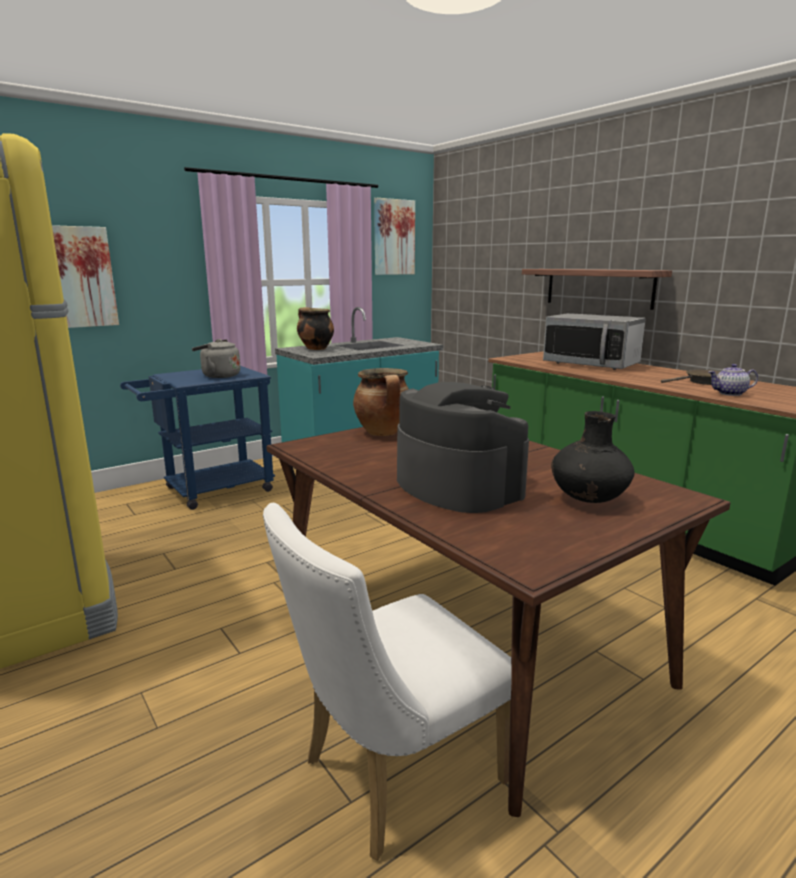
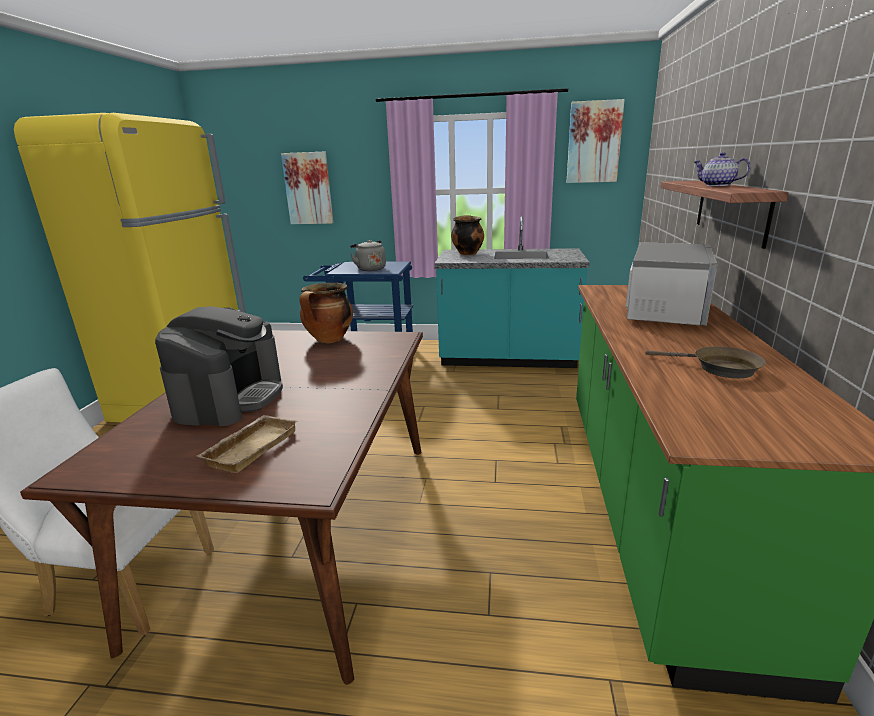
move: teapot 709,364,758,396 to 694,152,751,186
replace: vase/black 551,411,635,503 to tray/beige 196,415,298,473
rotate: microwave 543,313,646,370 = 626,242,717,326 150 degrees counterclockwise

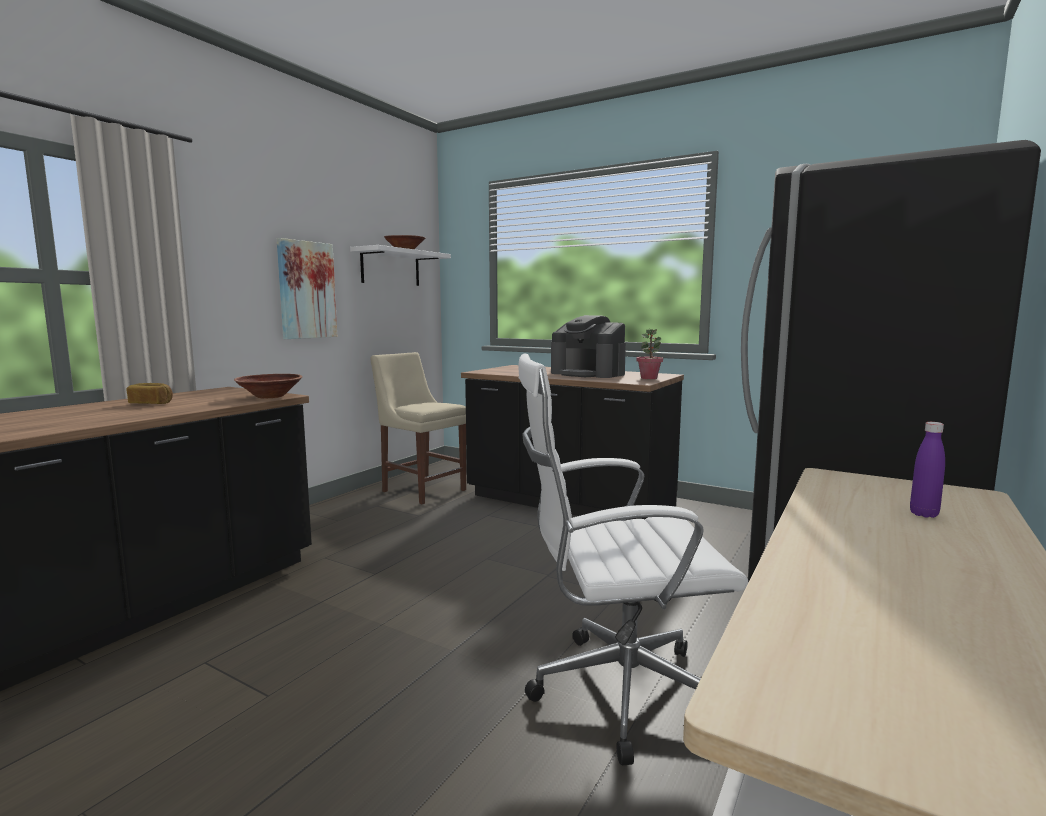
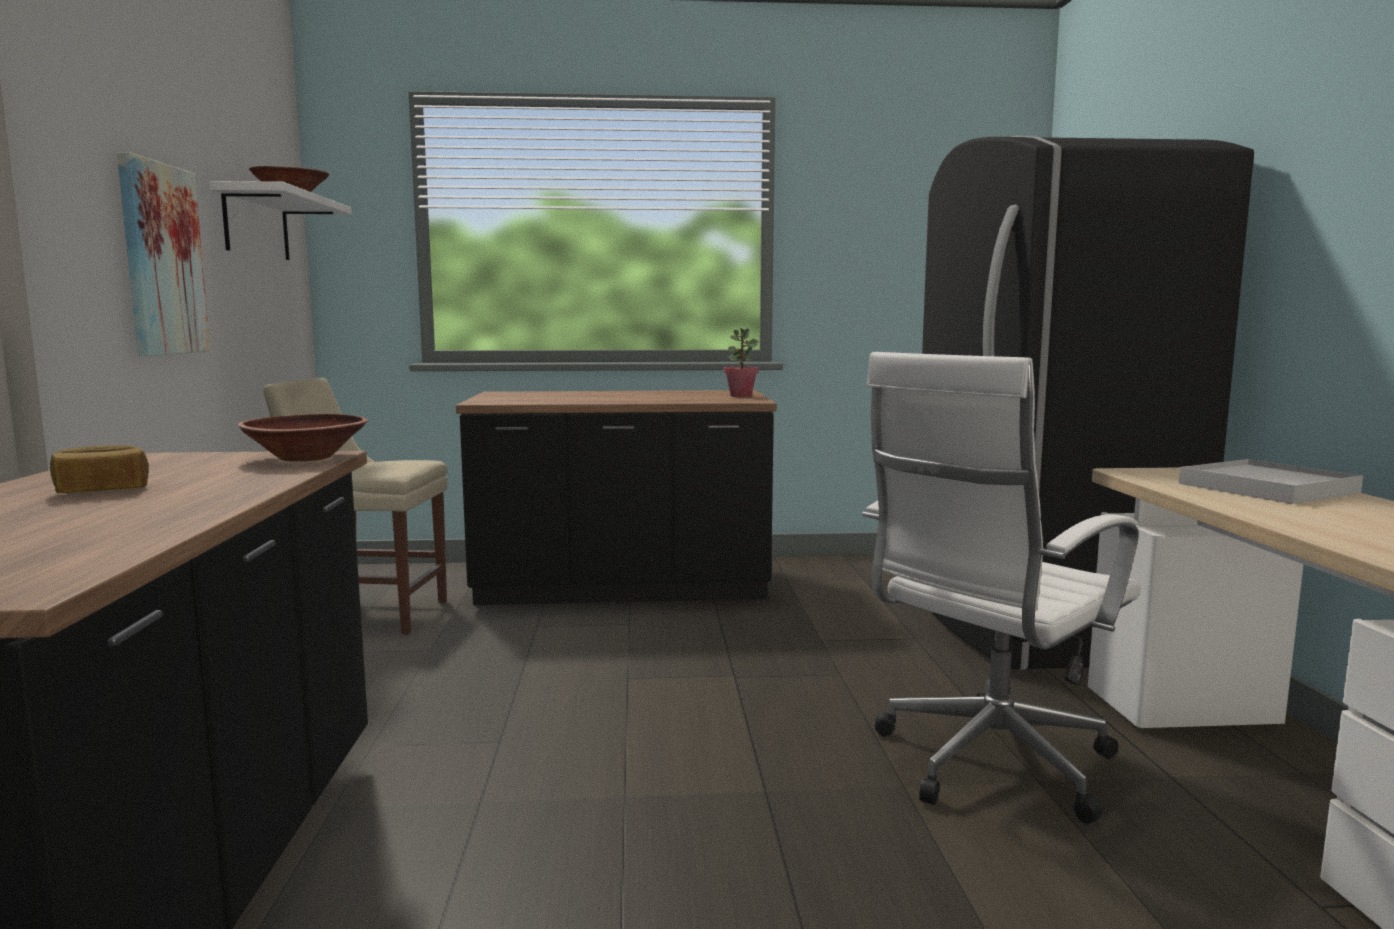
delete: coffee machine 551,315,626,378
replace: bottle/purple 910,422,945,518 to tray/white 1179,459,1363,504

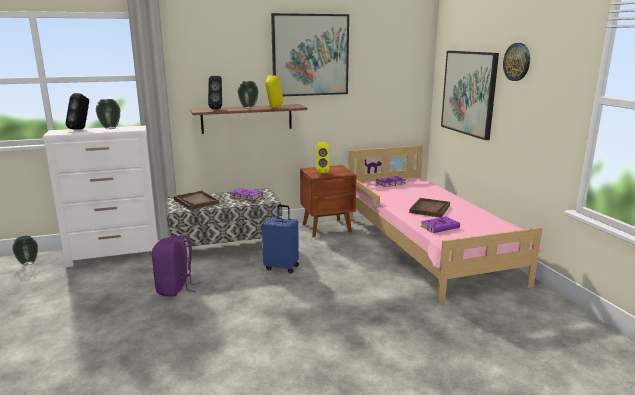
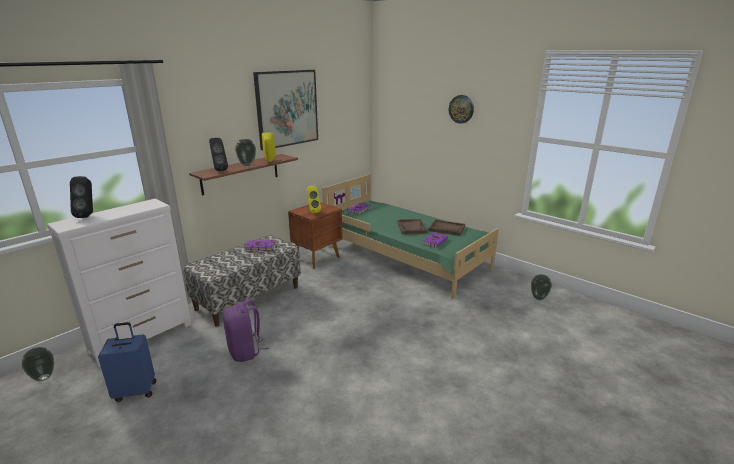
delete: picture 441,51,499,140
move: vase 96,99,120,129 to 531,274,552,300; tray/brown 174,191,219,210 to 428,220,465,236; suitcase/blue 262,205,299,274 to 98,322,156,402
recolor: bed/pink 348,145,543,304 to bed/green 322,174,499,299

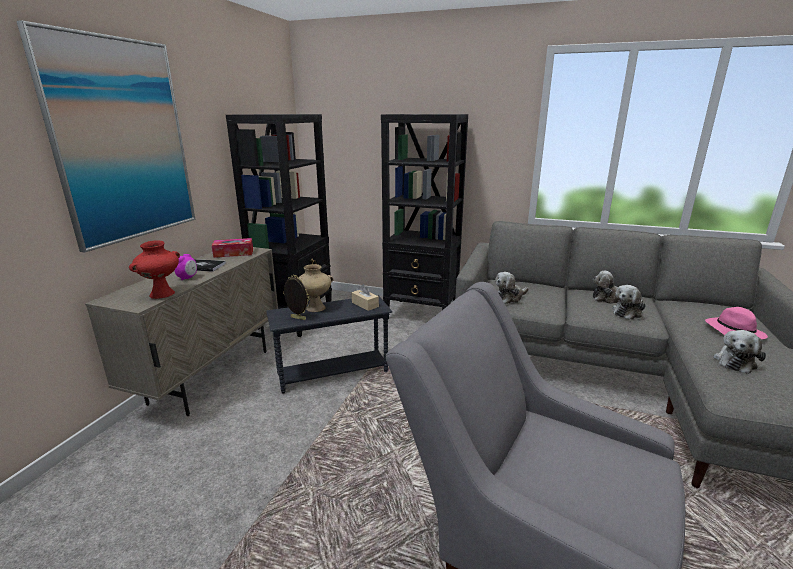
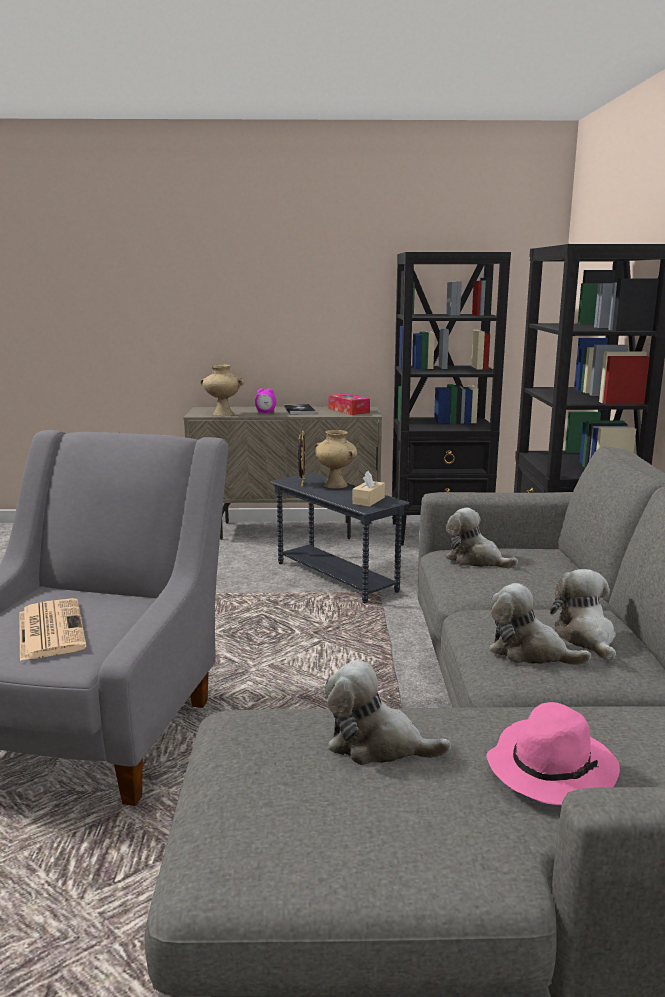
delete: picture 17,20,195,252
insert: newspaper 19,598,87,661
recolor: vase/red 129,240,180,299 to vase/beige 200,364,244,416

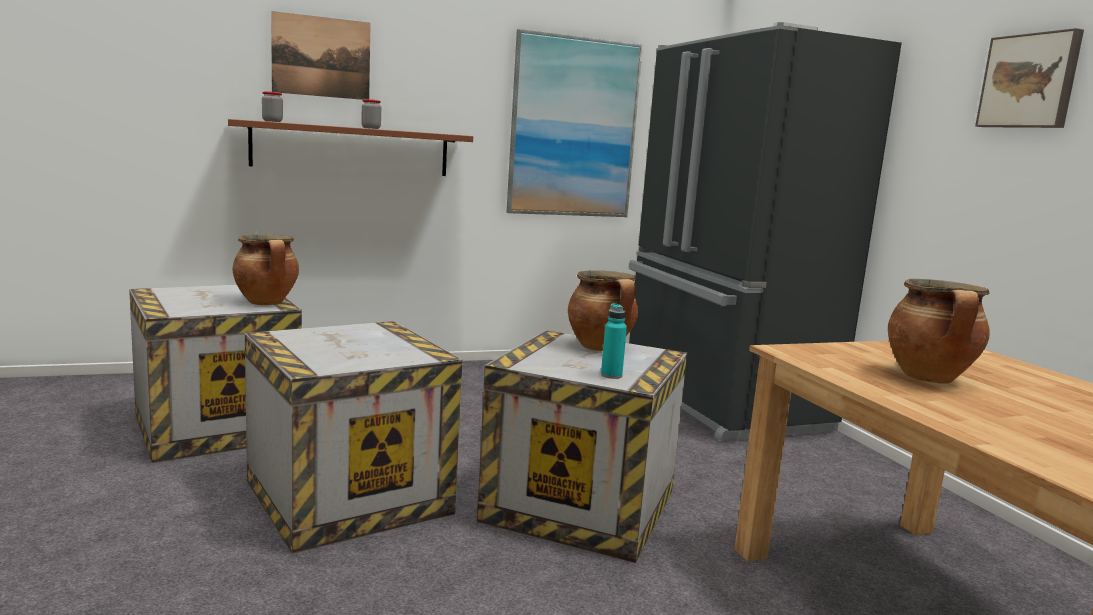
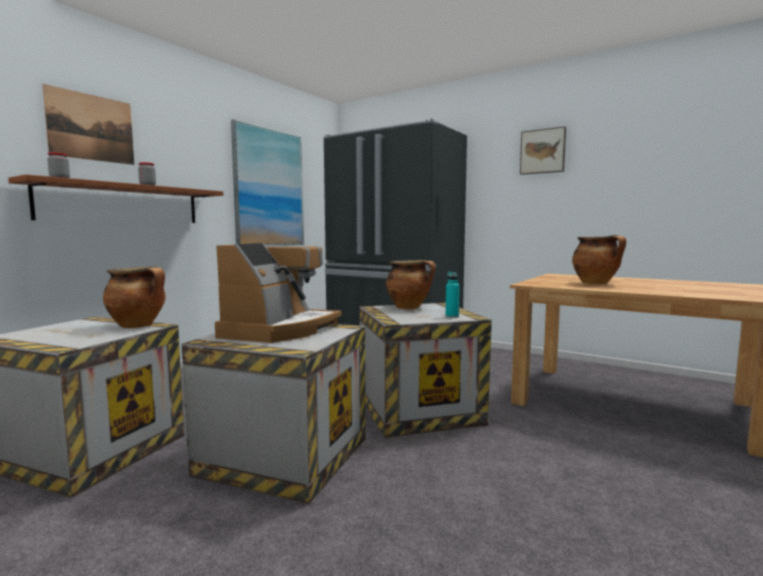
insert: coffee machine 215,243,342,343

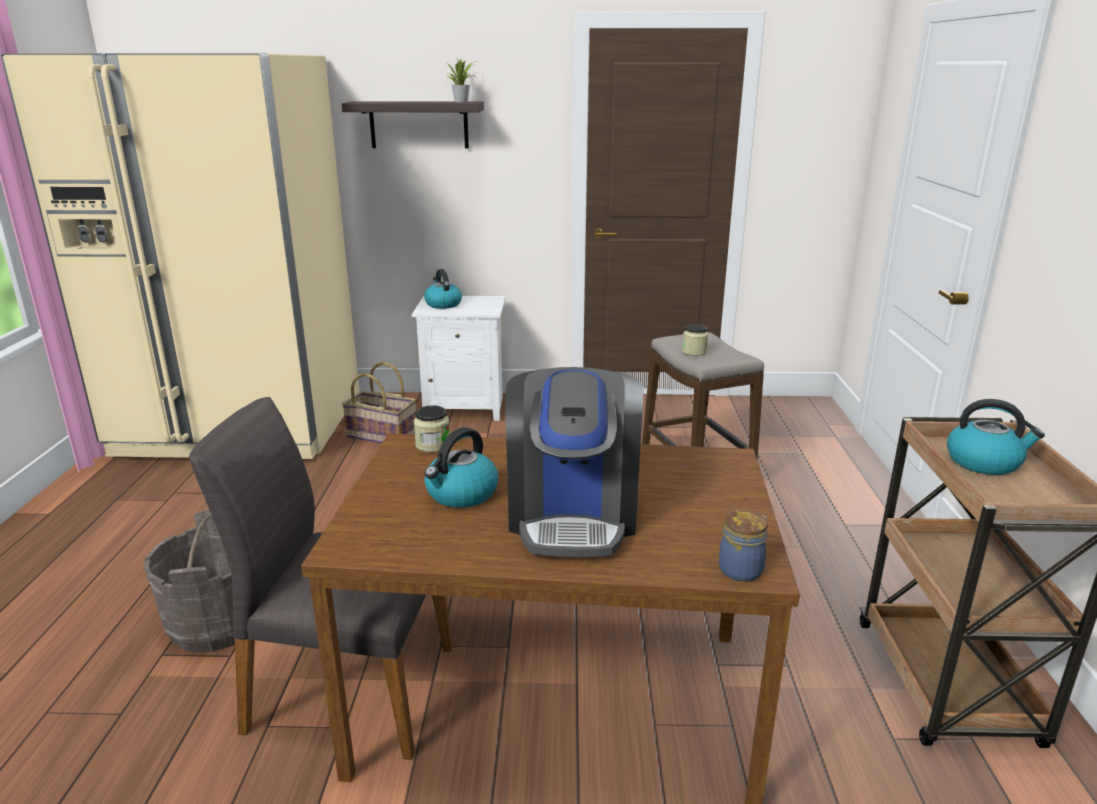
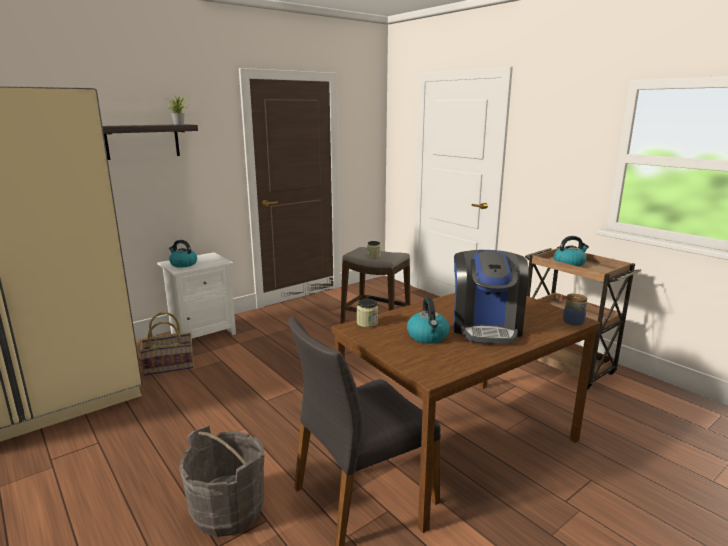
rotate: coffee machine 505,367,643,557 = 454,250,529,344 45 degrees clockwise

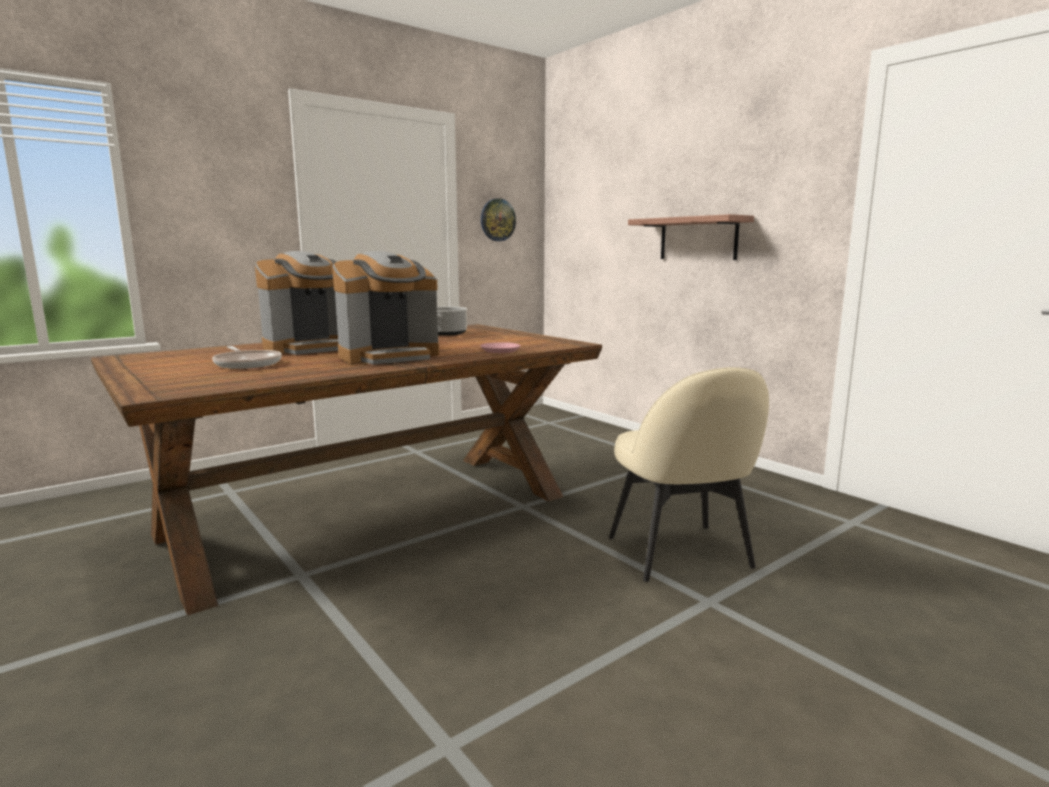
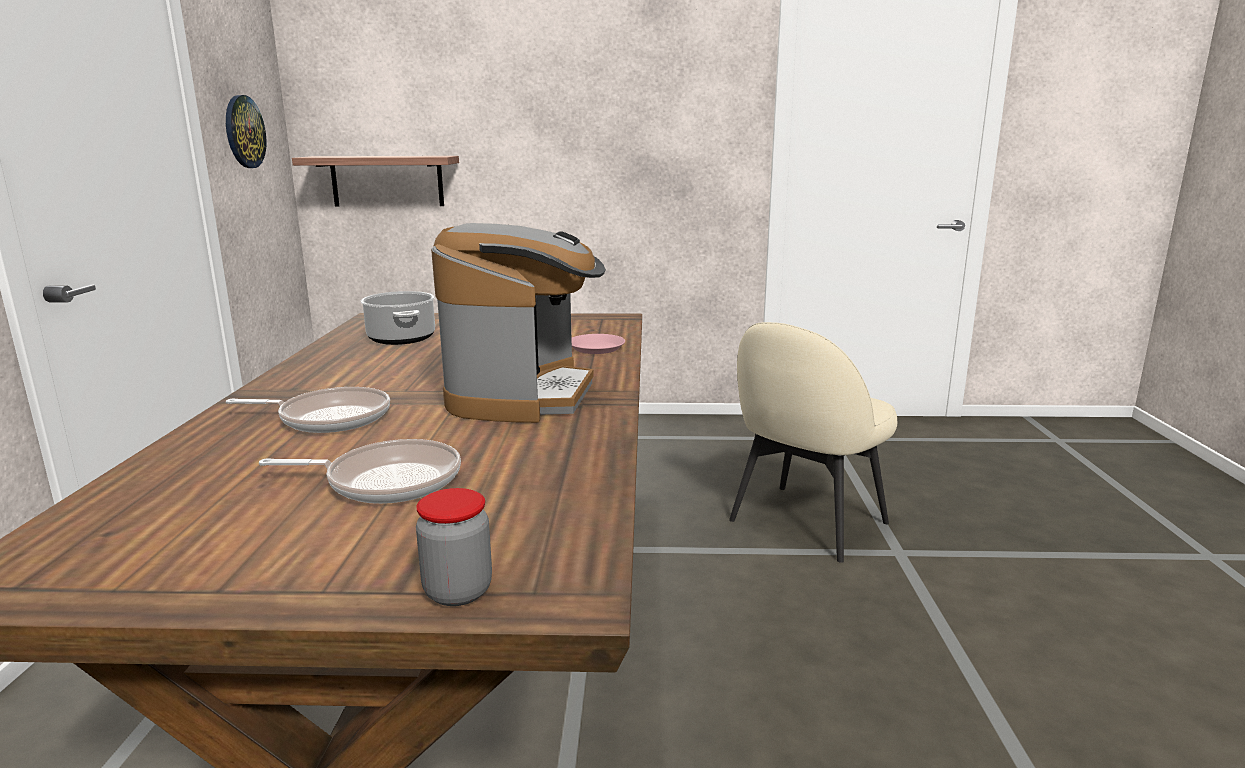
insert: jar 416,488,492,606
move: shelf 628,214,754,260 to 292,156,459,206
replace: coffee machine 255,251,338,355 to frying pan 226,387,390,433
rotate: chair/beige 609,367,769,582 = 729,322,897,563 105 degrees clockwise

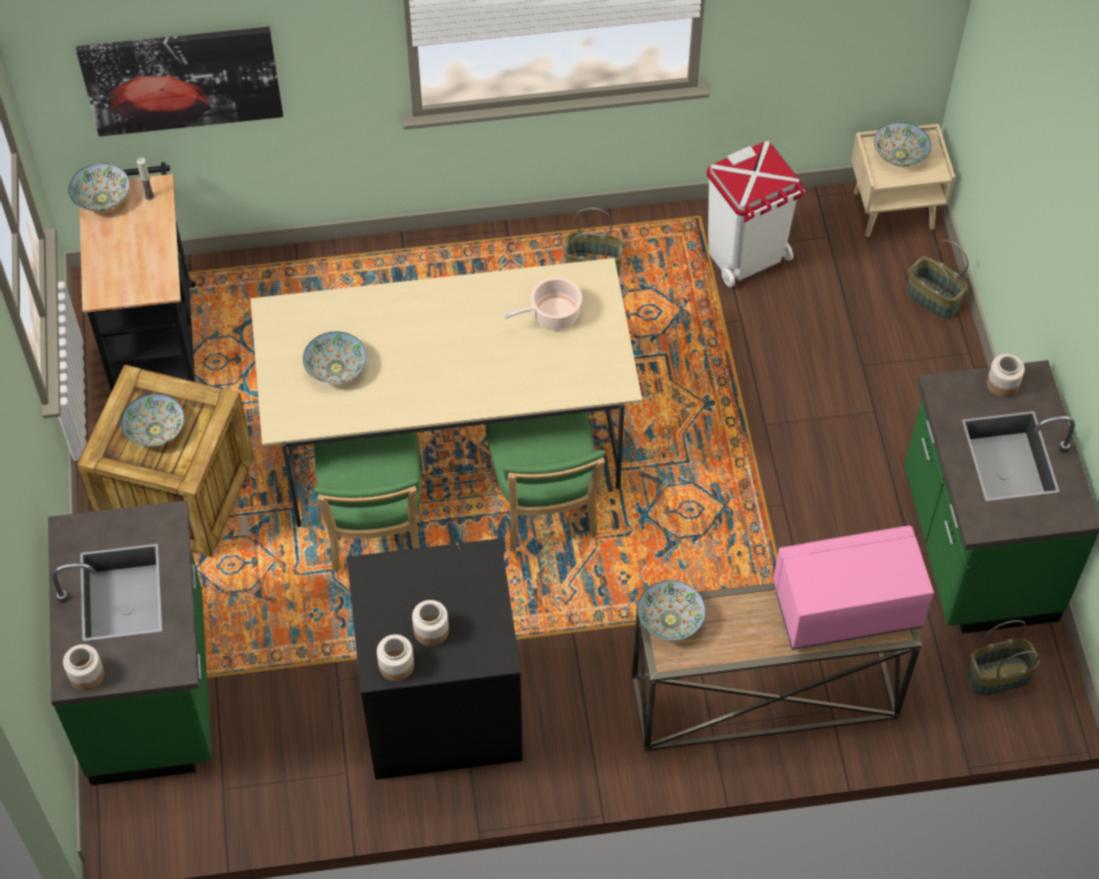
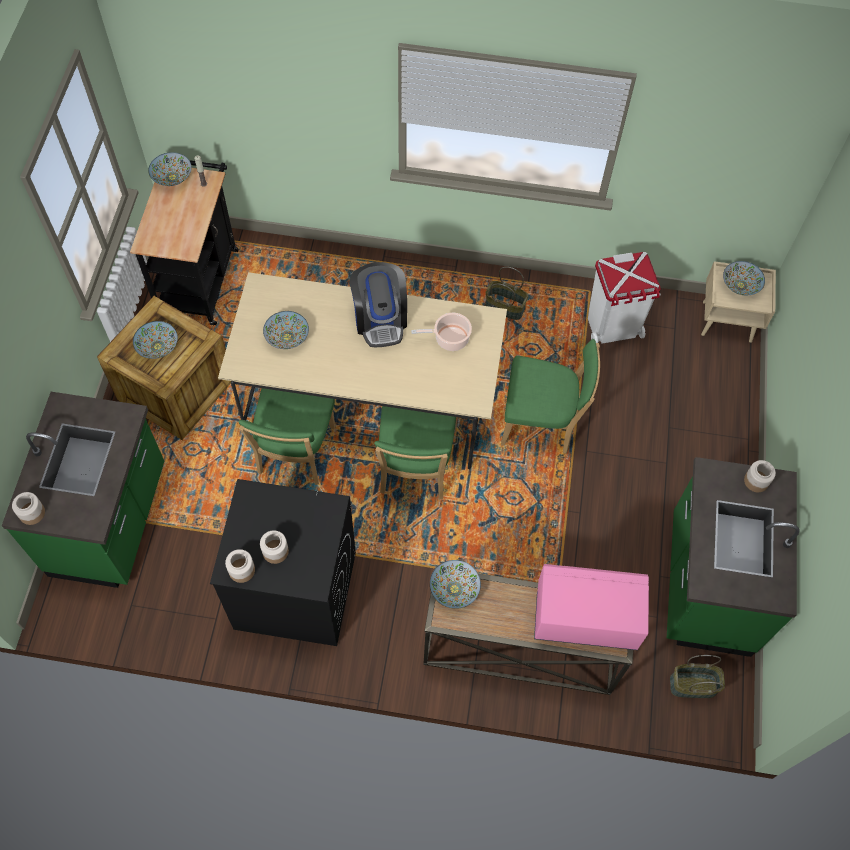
delete: picture 76,27,283,137; basket 906,240,969,319
insert: coffee machine 350,262,407,347; chair/green 501,339,600,454

